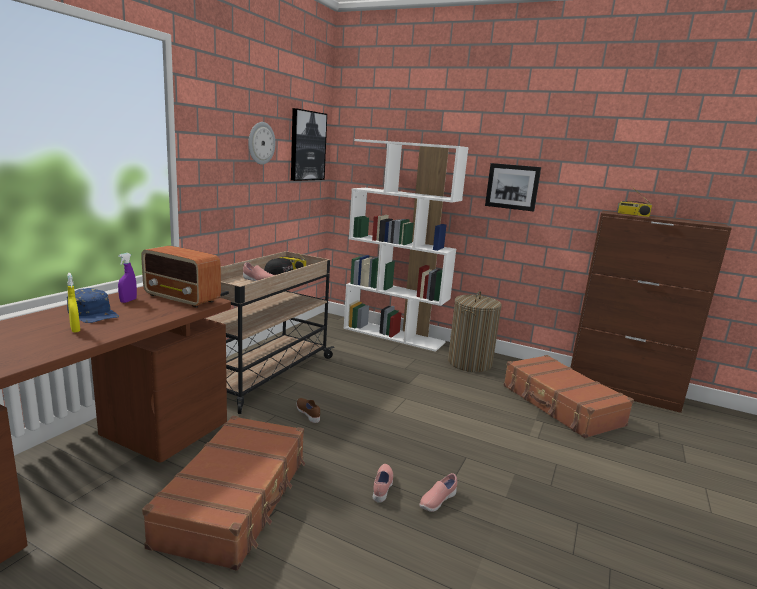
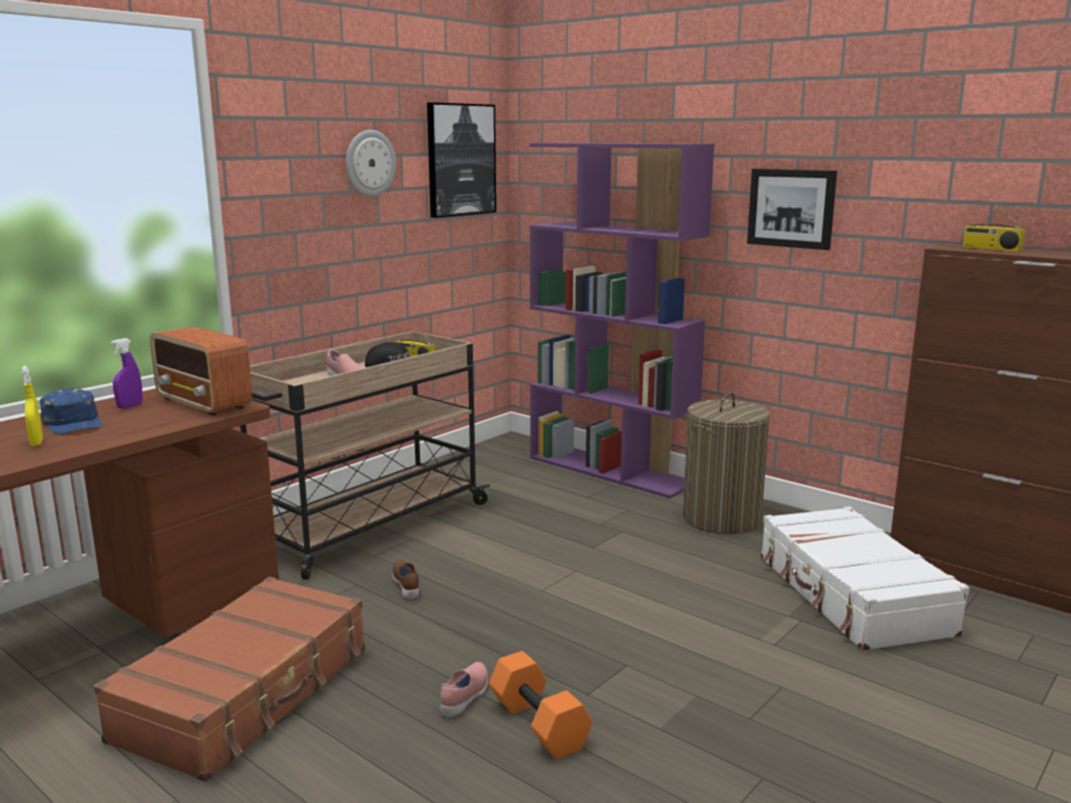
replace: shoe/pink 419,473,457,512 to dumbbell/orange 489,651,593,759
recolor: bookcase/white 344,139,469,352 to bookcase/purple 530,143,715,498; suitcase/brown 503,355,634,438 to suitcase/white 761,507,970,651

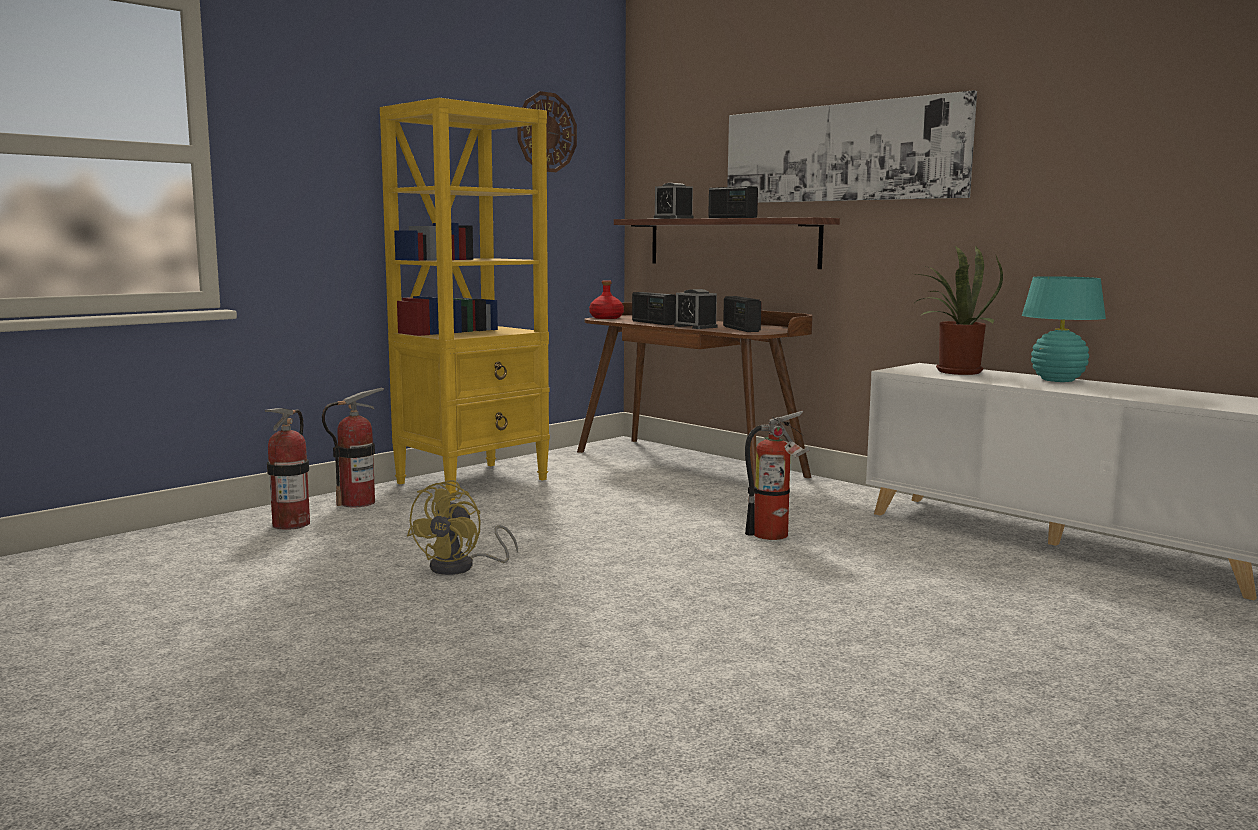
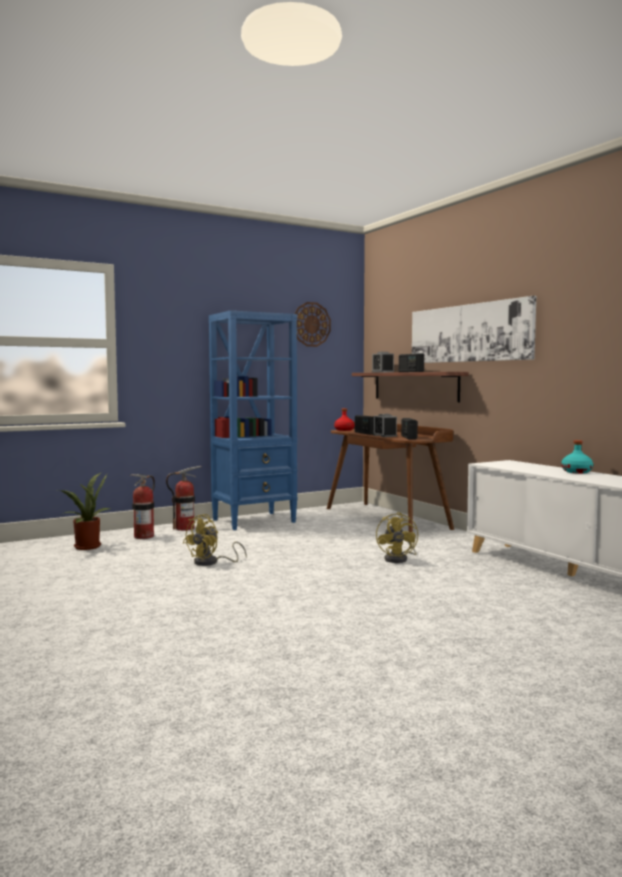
move: potted plant 916,246,1003,375 to 61,473,110,550
replace: table lamp/turquoise 1022,276,1106,382 to bottle/turquoise 561,440,593,474; fire extinguisher 745,411,810,540 to fan/yellow 376,512,418,563
recolor: bookcase/yellow 380,98,550,501 to bookcase/blue 209,310,298,530

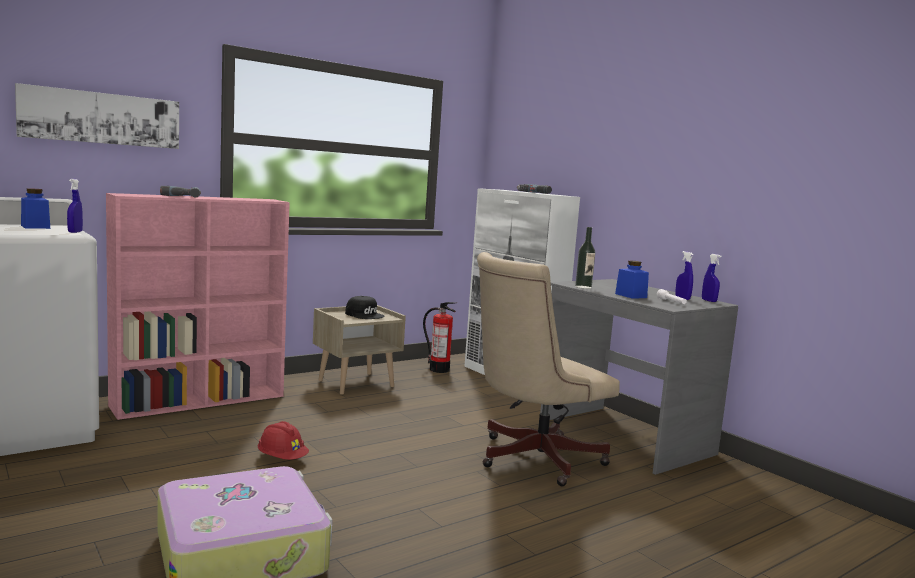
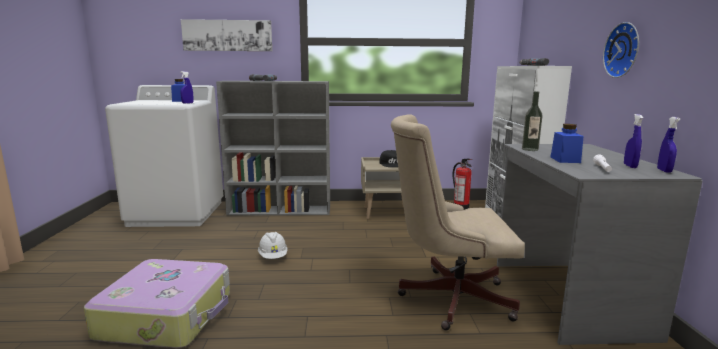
insert: wall clock 603,22,639,78
recolor: bookcase/pink 106,193,290,420 to bookcase/grey 216,81,330,216; hard hat/red 258,421,309,460 to hard hat/white 258,232,287,259

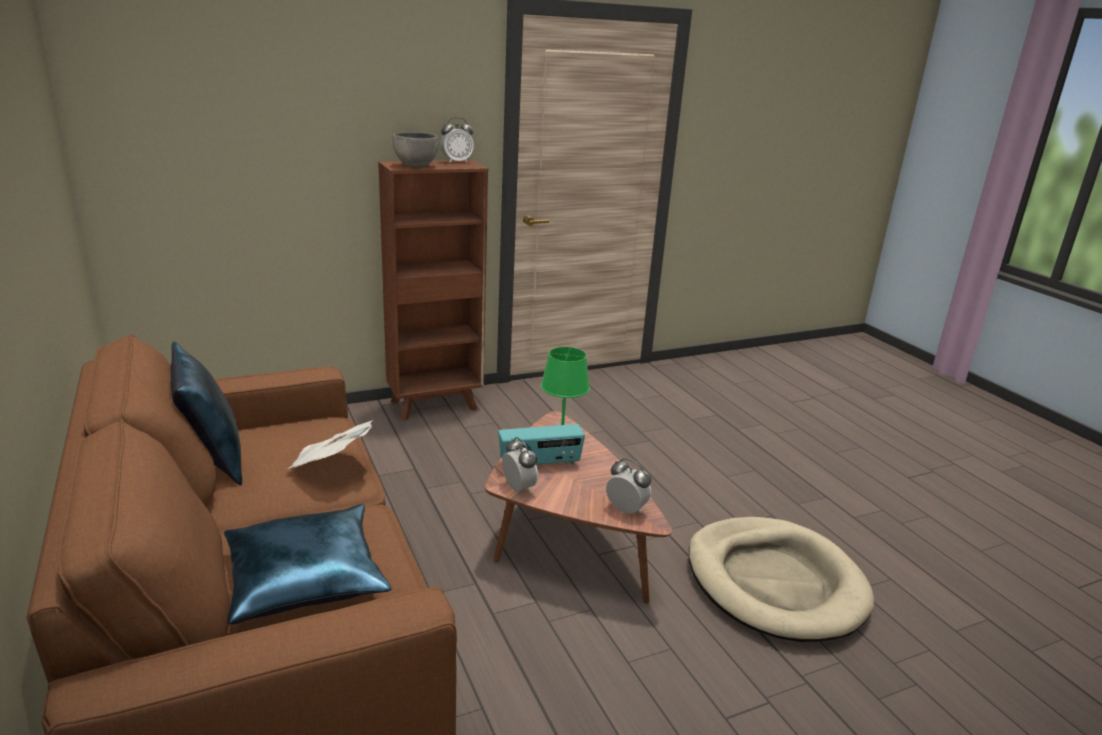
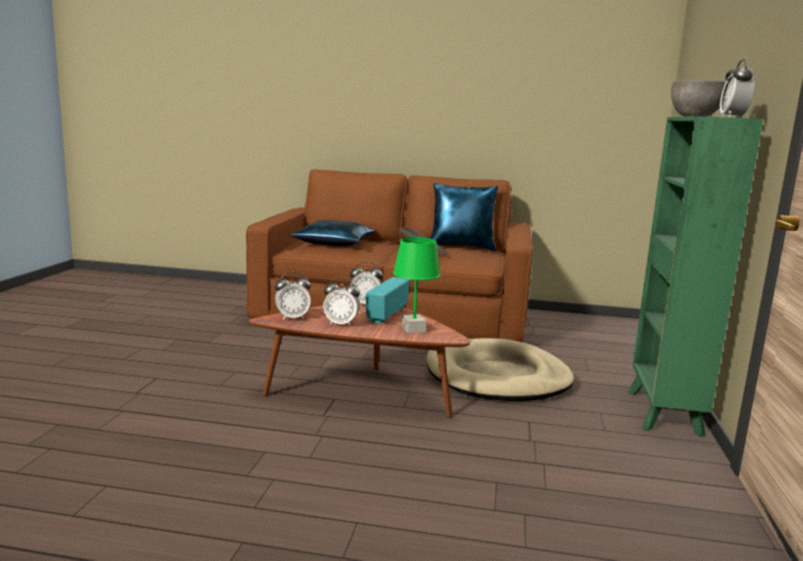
insert: alarm clock 323,277,360,327
move: dog bed/beige 689,517,874,642 to 426,338,574,401
recolor: bookcase/brown 378,160,488,421 to bookcase/green 627,116,763,437

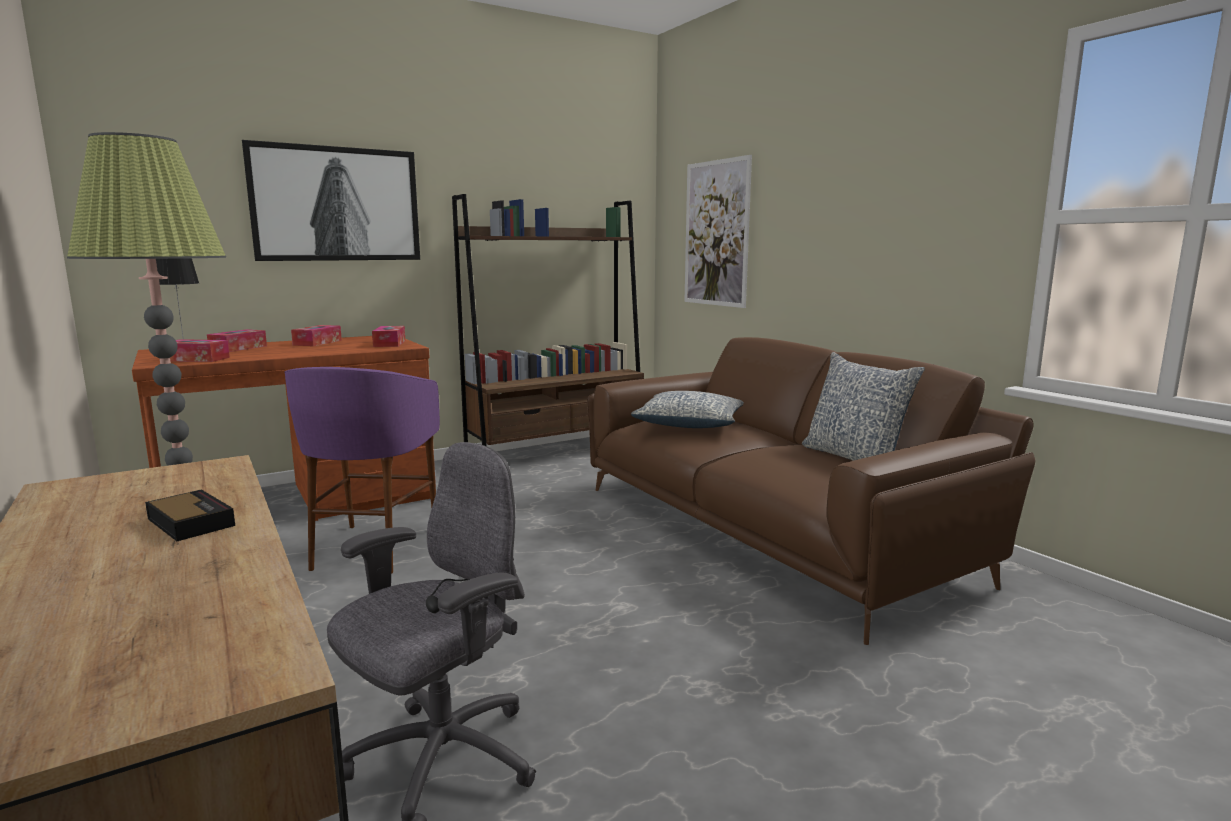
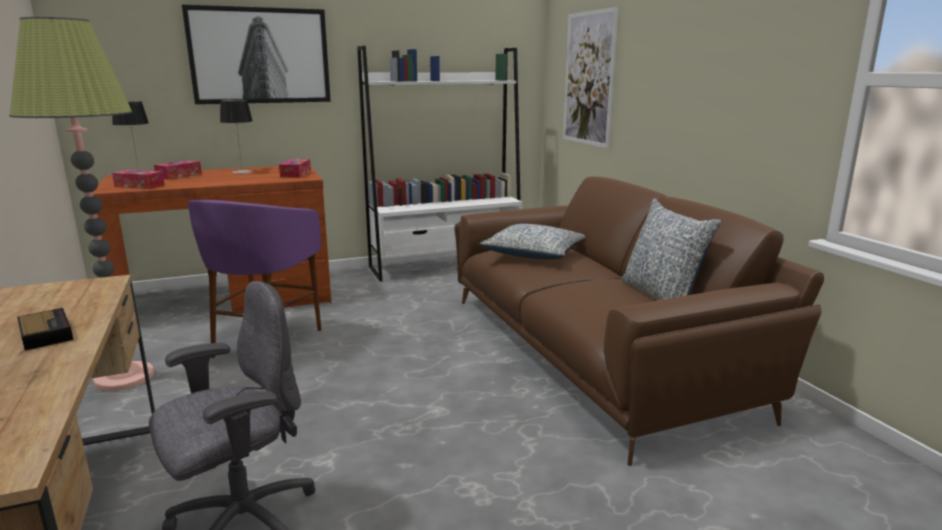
replace: tissue box 291,325,342,346 to table lamp 220,100,253,173
recolor: bookcase/brown 452,194,644,446 to bookcase/white 357,46,522,281

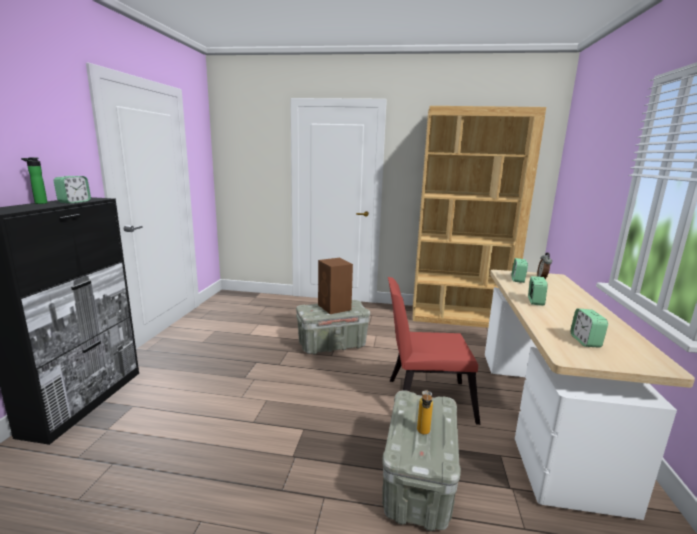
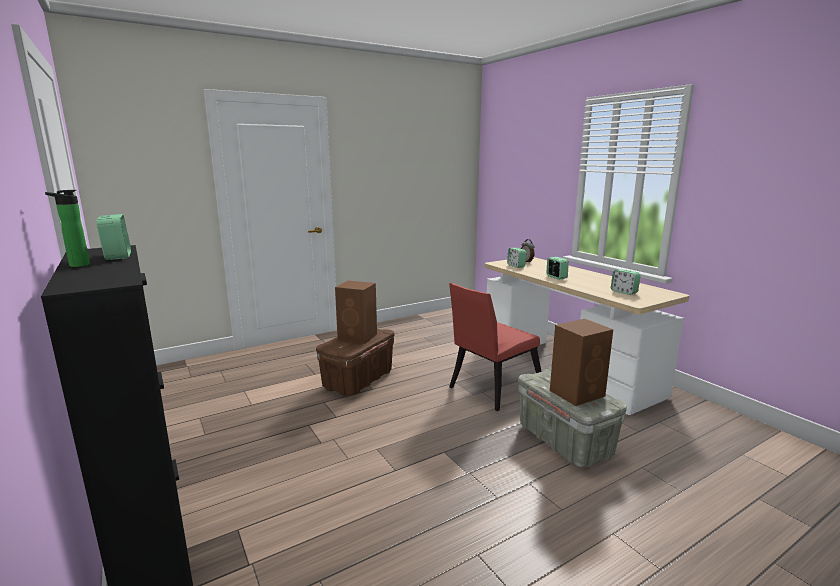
delete: bookcase/brown 413,106,546,328
replace: bottle 417,390,433,435 to speaker/brown 550,319,613,406
recolor: storage box/grey 296,300,370,355 to storage box/brown 316,329,394,396

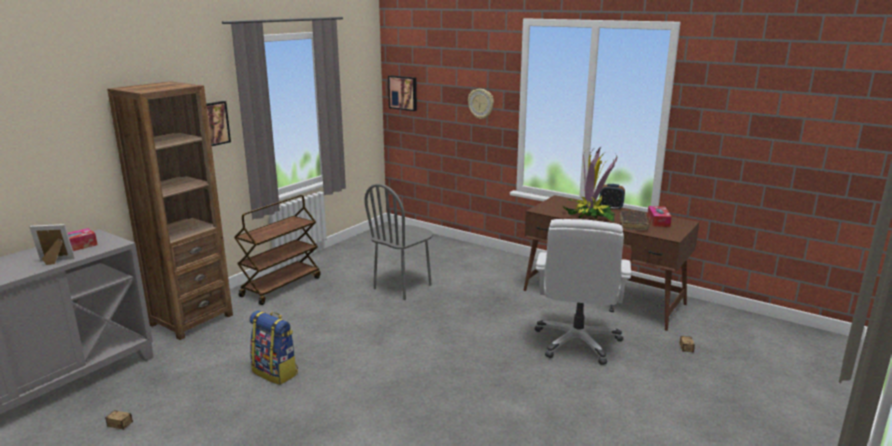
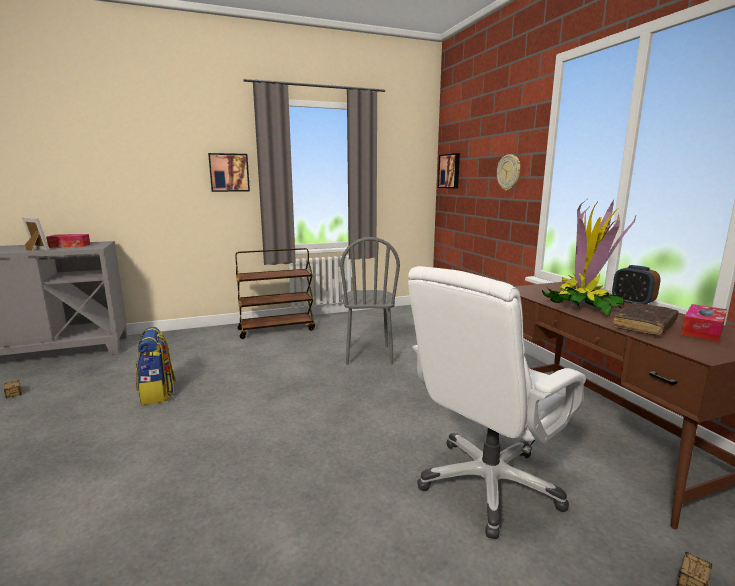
delete: bookcase/brown 107,81,233,340
rotate: chair/grey 364,183,433,300 = 340,237,400,365 75 degrees counterclockwise

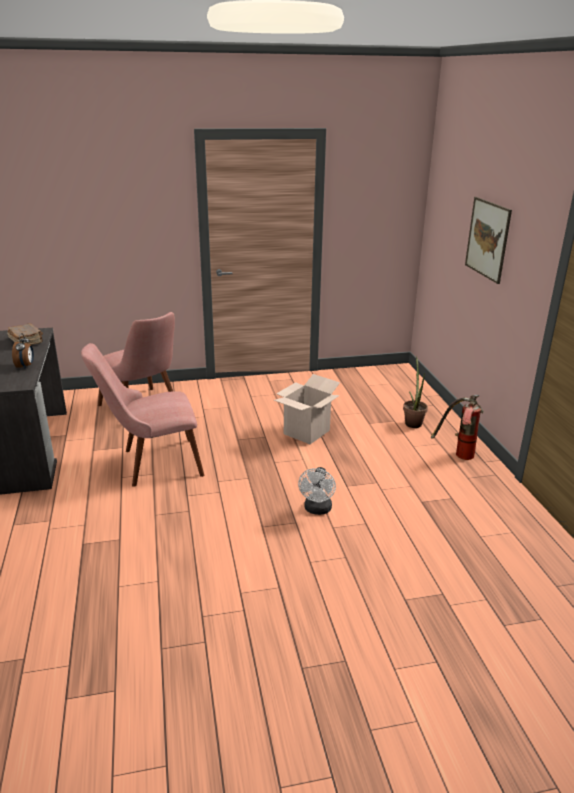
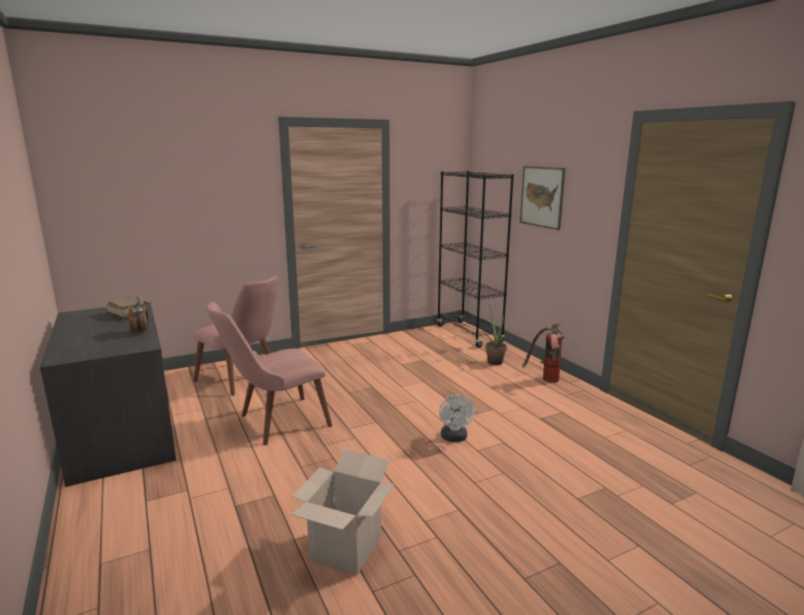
insert: bookcase/black 437,171,514,348
move: cardboard box 274,374,340,444 to 290,450,395,575

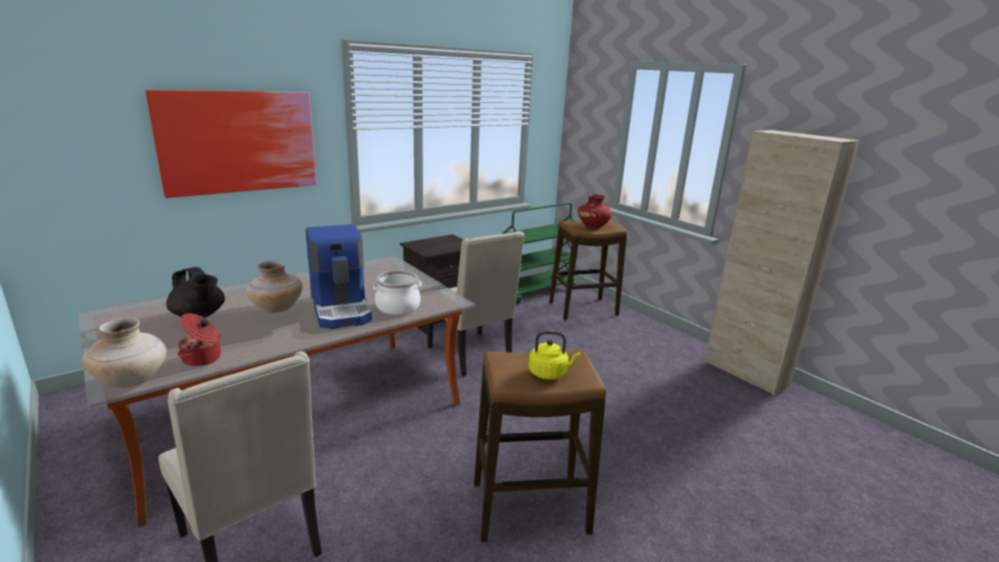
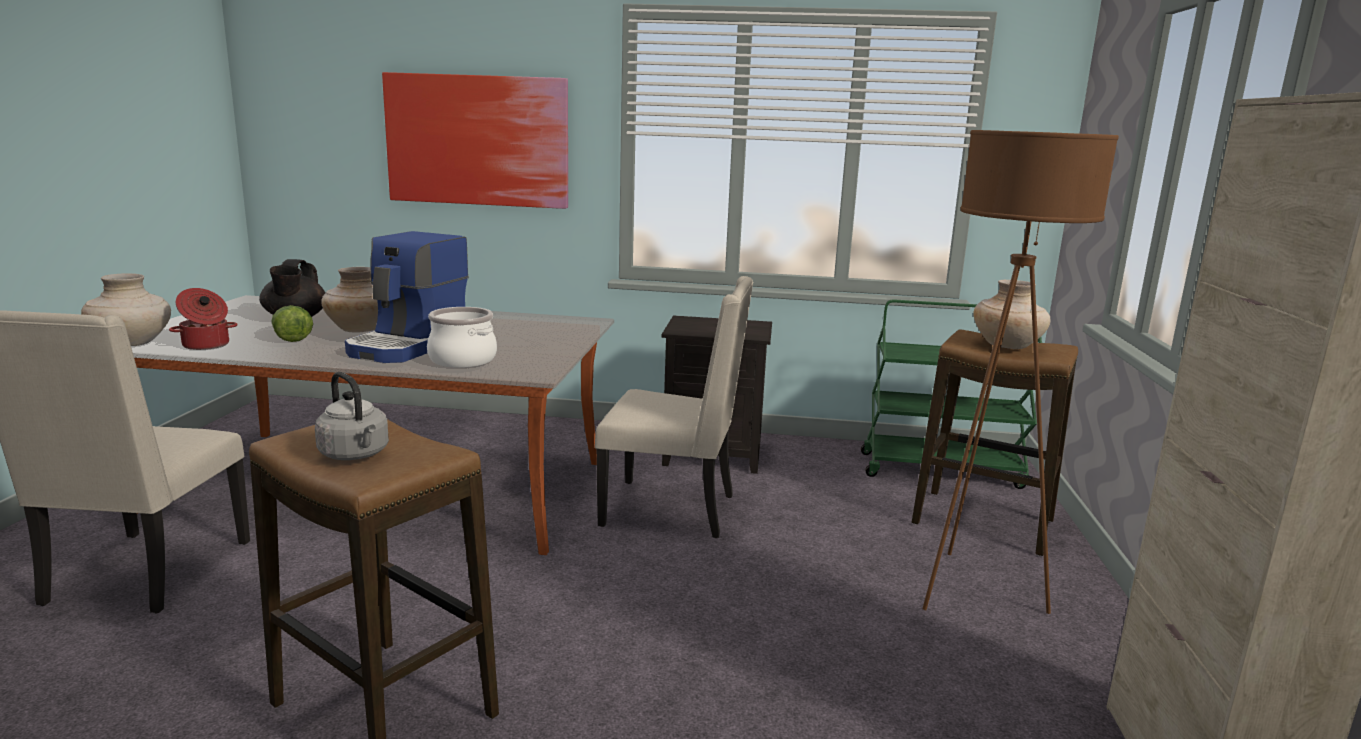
insert: floor lamp/brown 922,130,1119,614; lettuce 271,305,313,342
recolor: vase/red 578,195,612,228 to vase/beige 974,280,1051,349; kettle/yellow 529,331,581,380 to kettle/grey 315,372,389,460
rotate: chair/beige 427,231,524,376 = 595,276,754,538 90 degrees counterclockwise

